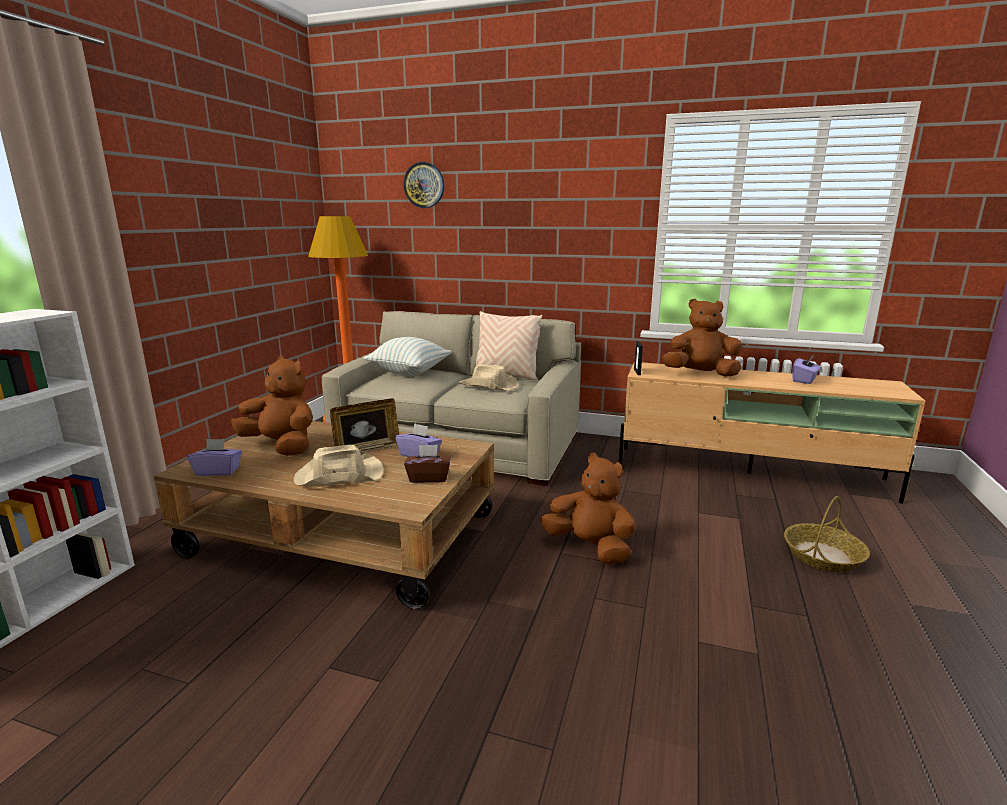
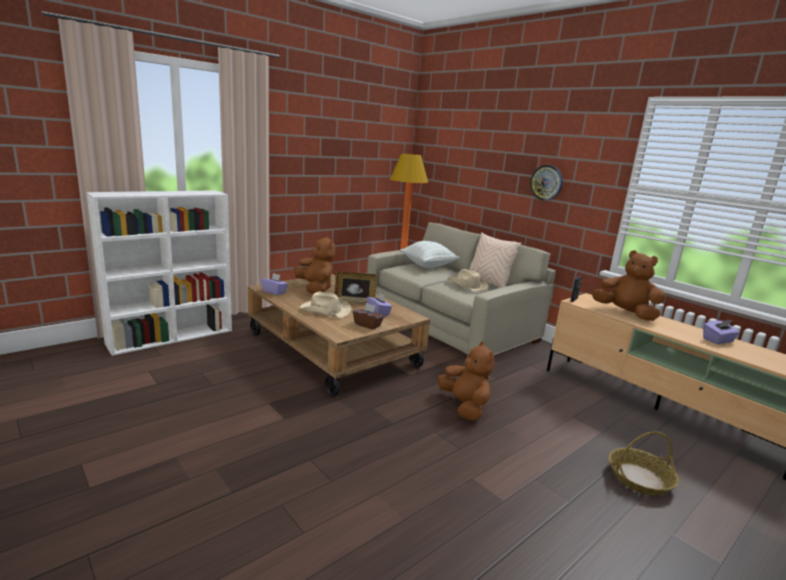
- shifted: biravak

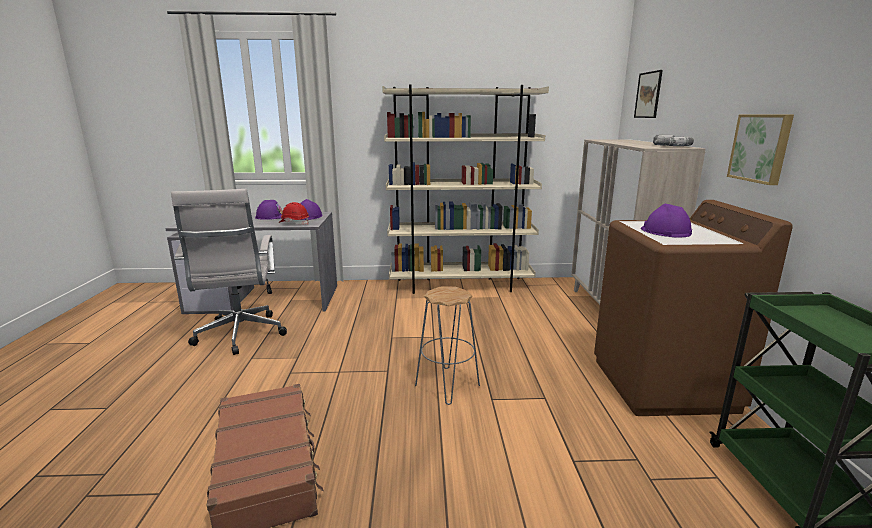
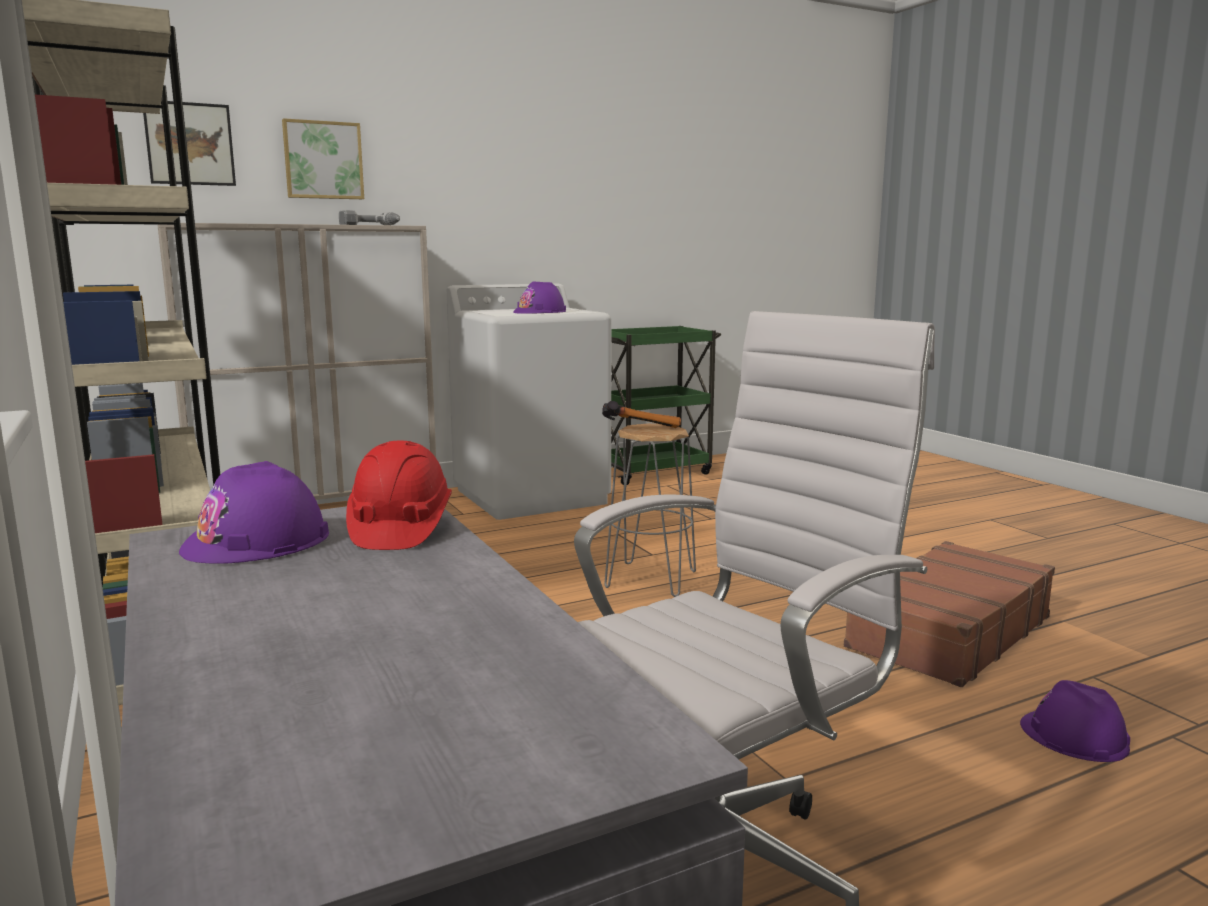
- shifted: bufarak (no. 2 from left)
- repainted: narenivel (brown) to narenivel (white)
- new: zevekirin
- shifted: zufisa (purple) (no. 1 from left in the first image) to zufisa (purple) (no. 3 from left)

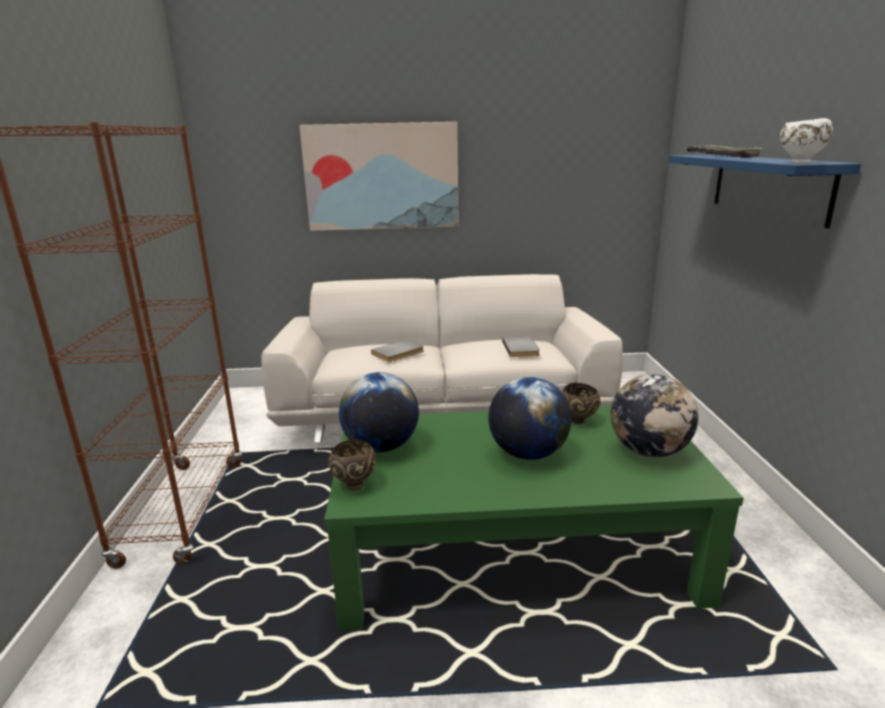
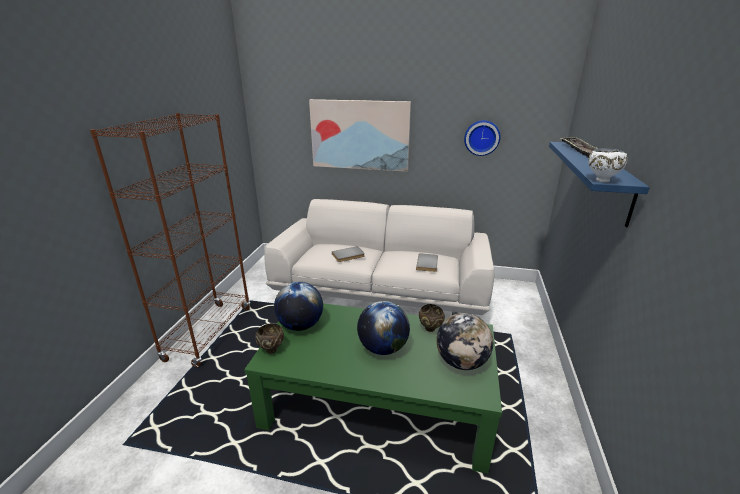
- new: biravak

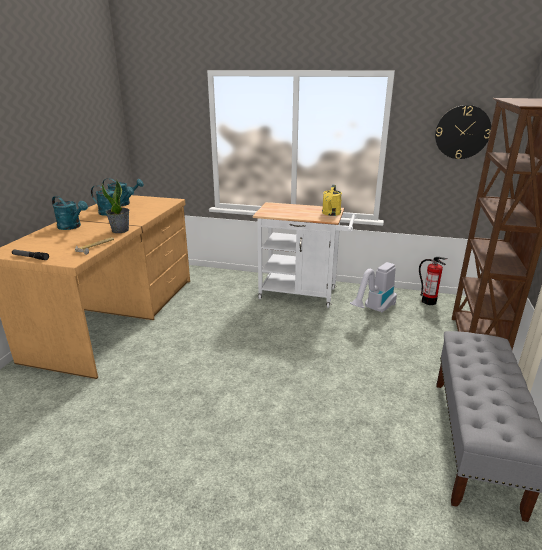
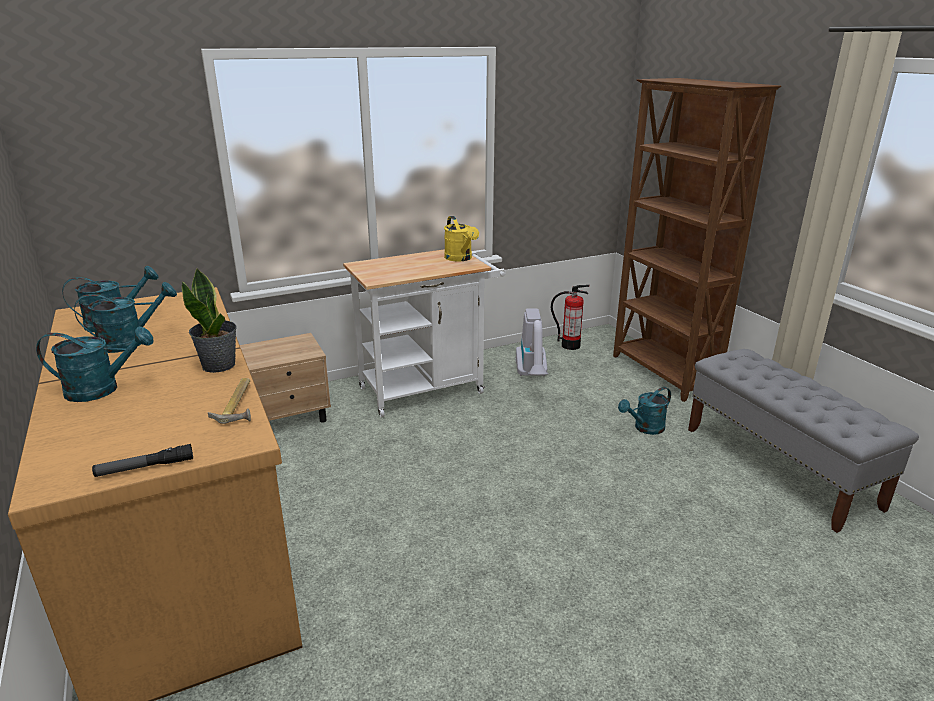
- new: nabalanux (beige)
- new: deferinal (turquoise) (no. 4 from left)
- gone: biravak

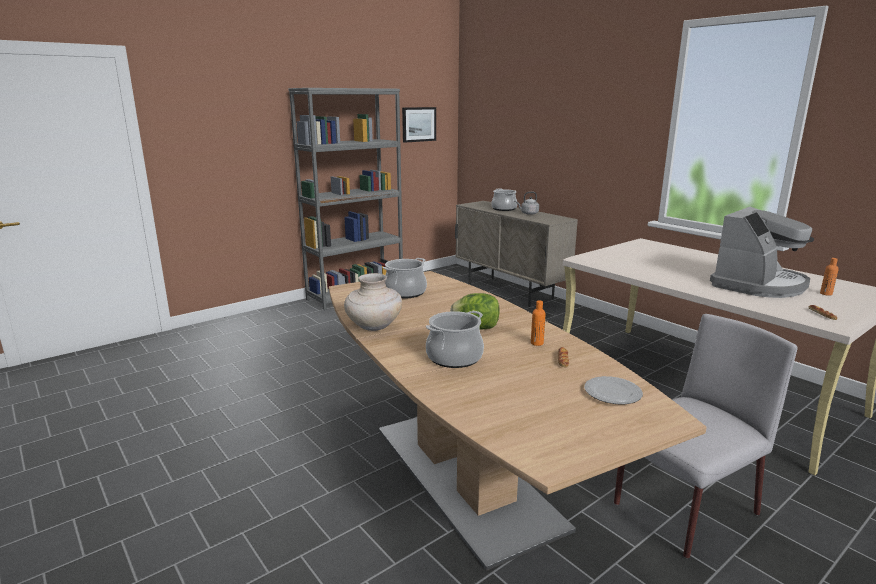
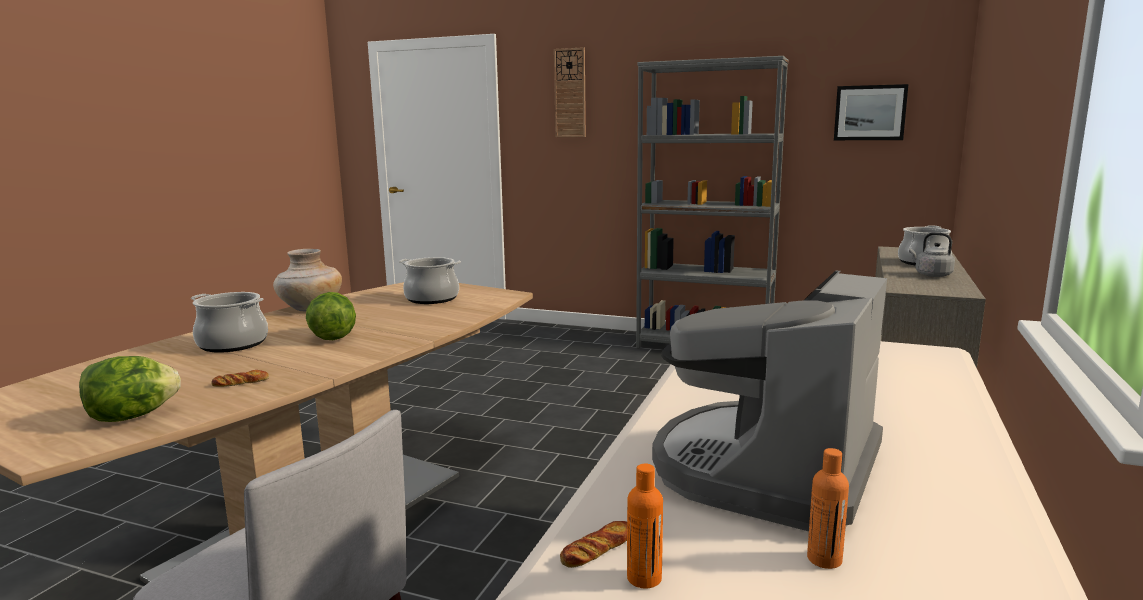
- swapped: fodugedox to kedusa (no. 1 from left)
- new: biravak
- shifted: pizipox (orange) (no. 1 from left)
- rotated: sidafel 105 degrees clockwise

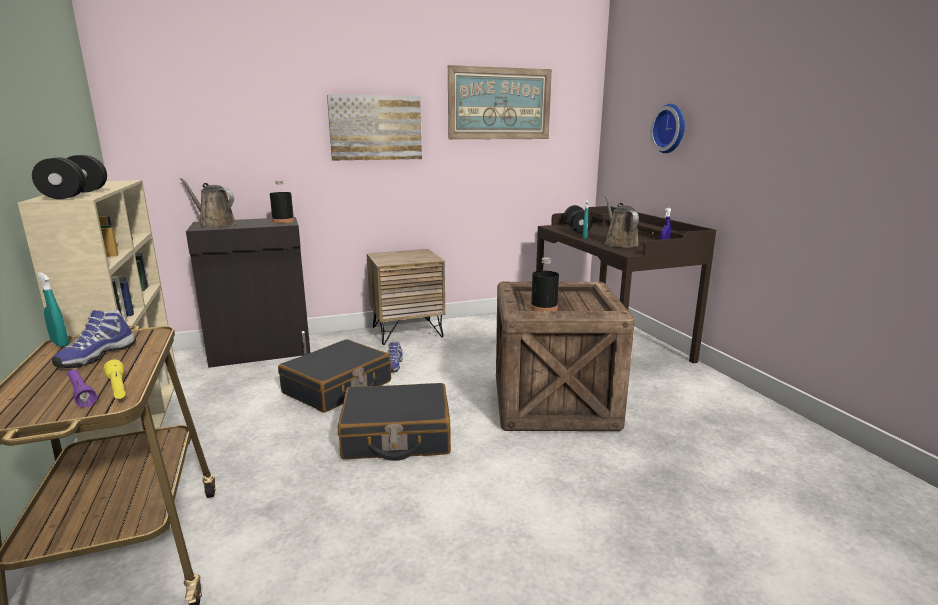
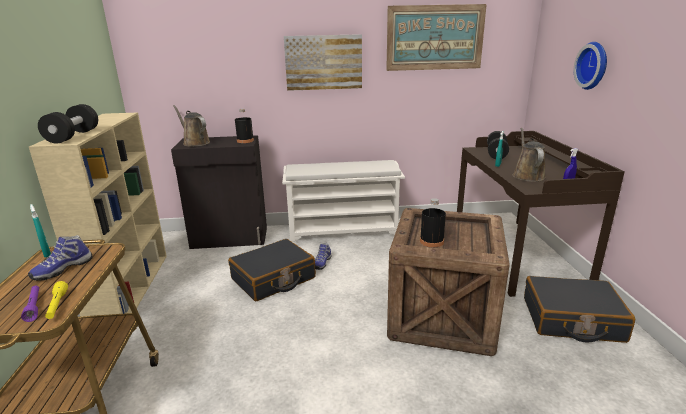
- swapped: nabalanux (brown) to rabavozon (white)
- shifted: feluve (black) (no. 2 from left)

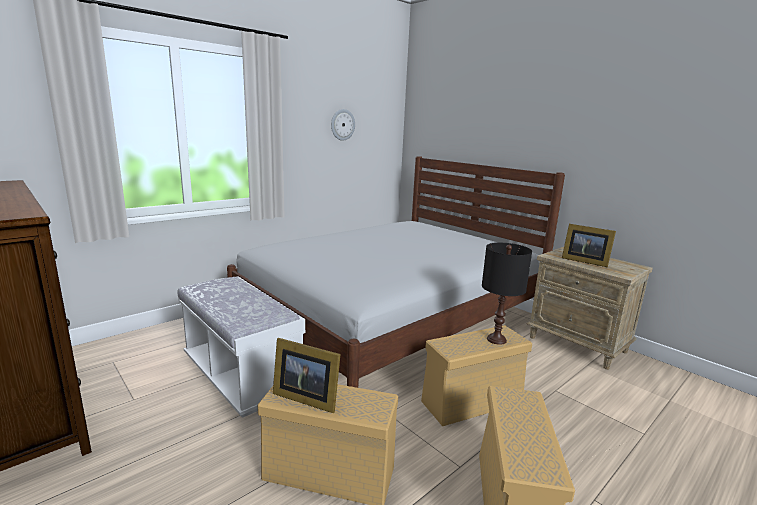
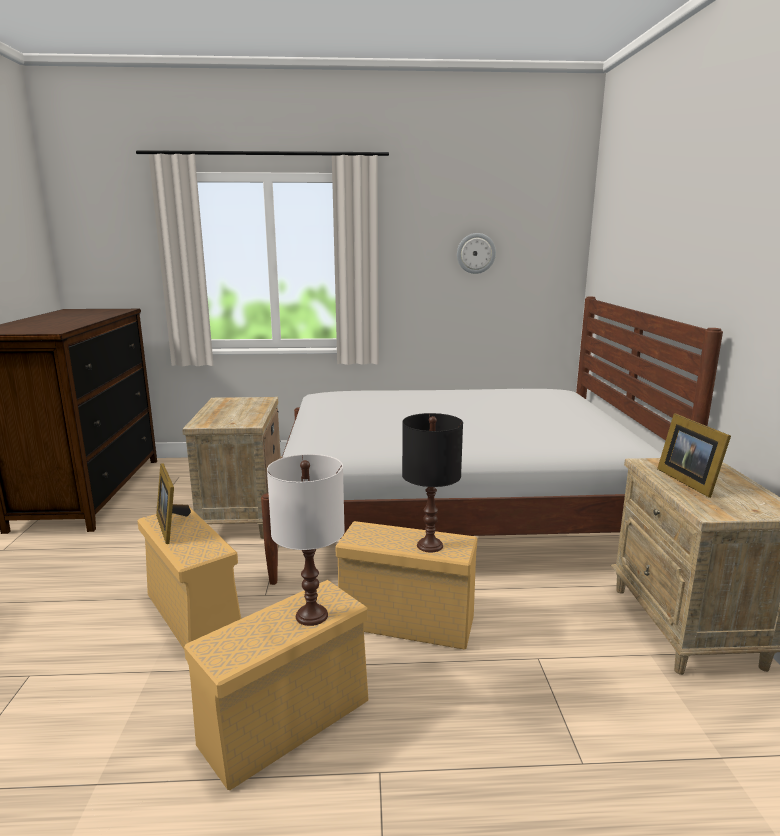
- swapped: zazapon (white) to nabalanux (beige) (no. 1 from left)
- new: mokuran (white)

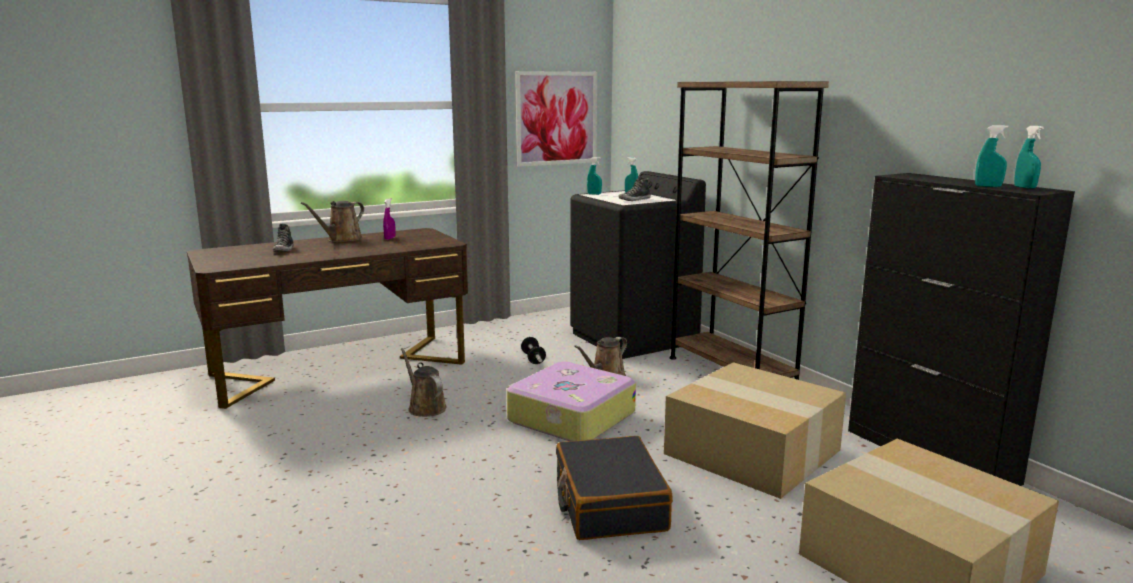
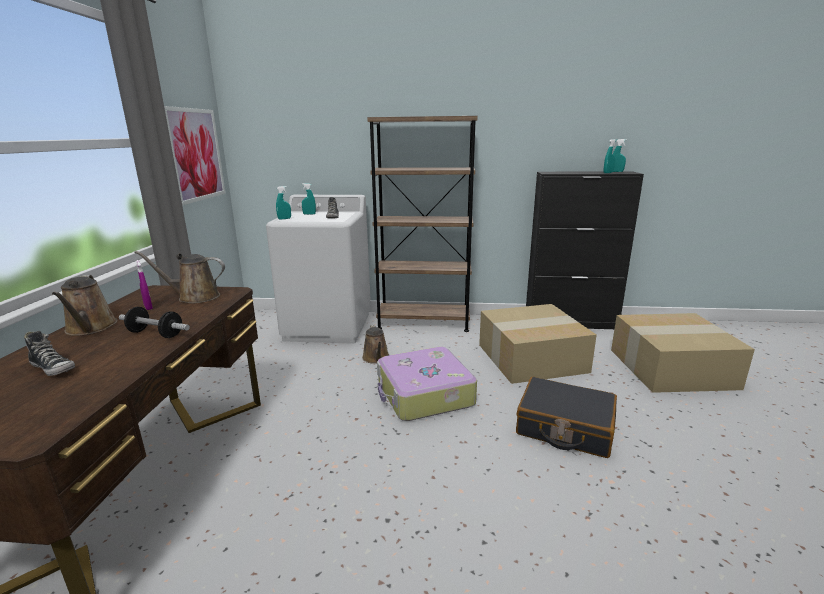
- shifted: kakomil
- shifted: deferinal (brown) (no. 2 from left)
- repainted: narenivel (black) to narenivel (white)

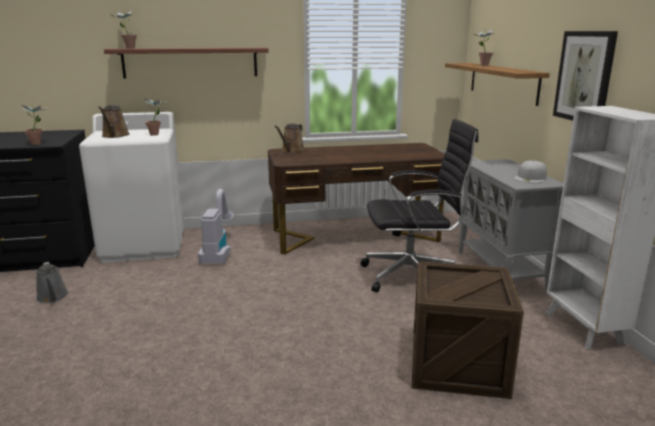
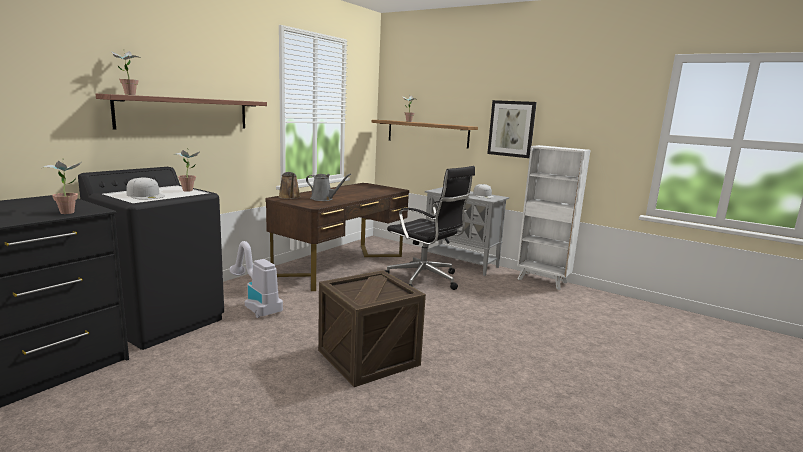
- repainted: narenivel (white) to narenivel (black)
- swapped: deferinal (brown) (no. 1 from left) to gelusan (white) (no. 1 from left)
- shifted: deferinal (grey)
- shifted: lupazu
- rotated: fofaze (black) 90 degrees clockwise

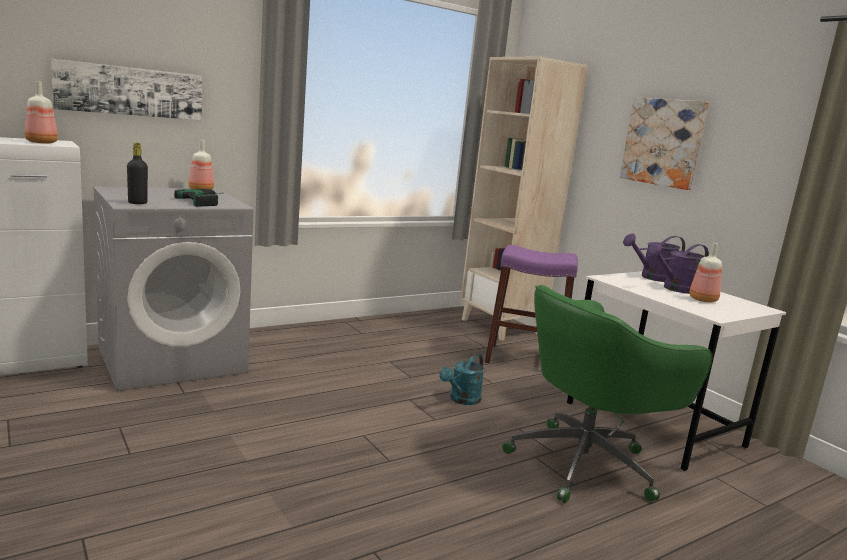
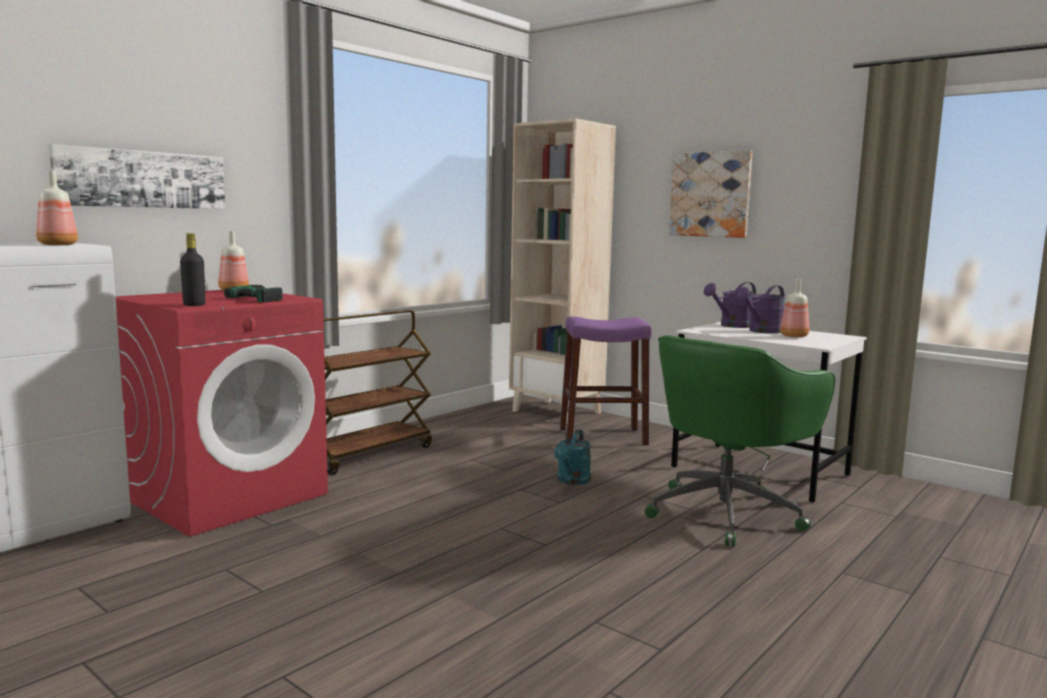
- repainted: narenivel (grey) to narenivel (red)
- new: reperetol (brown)

